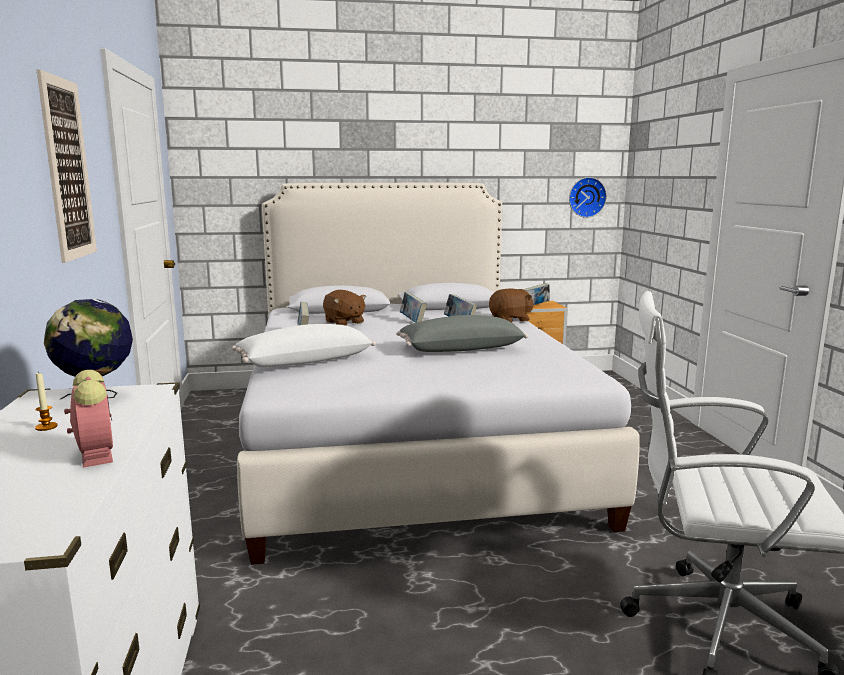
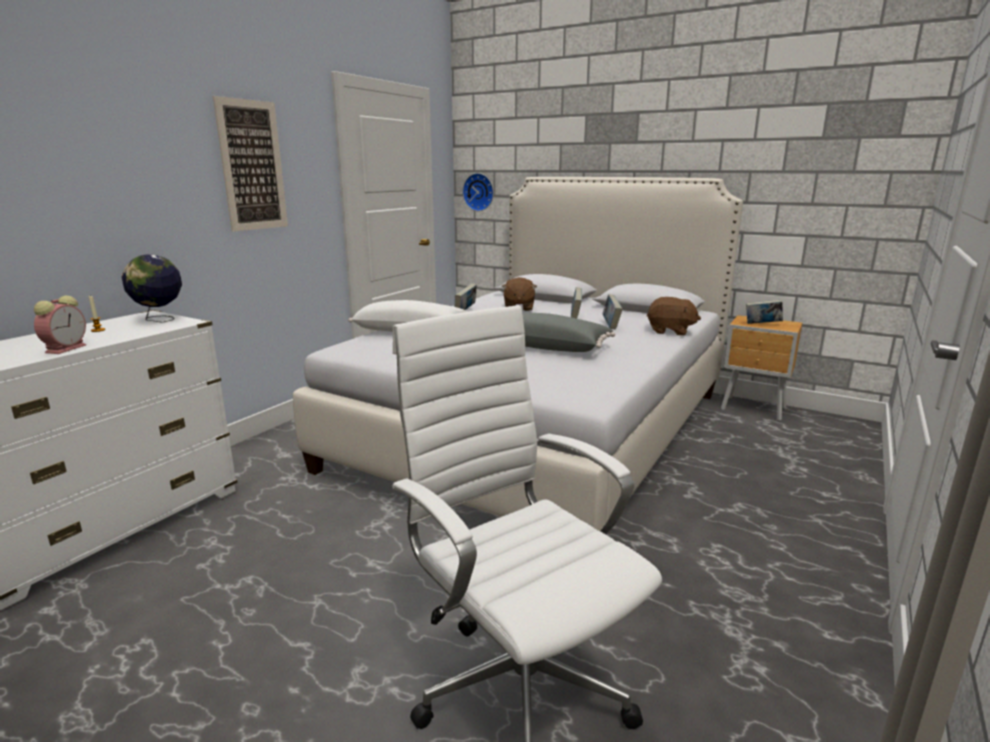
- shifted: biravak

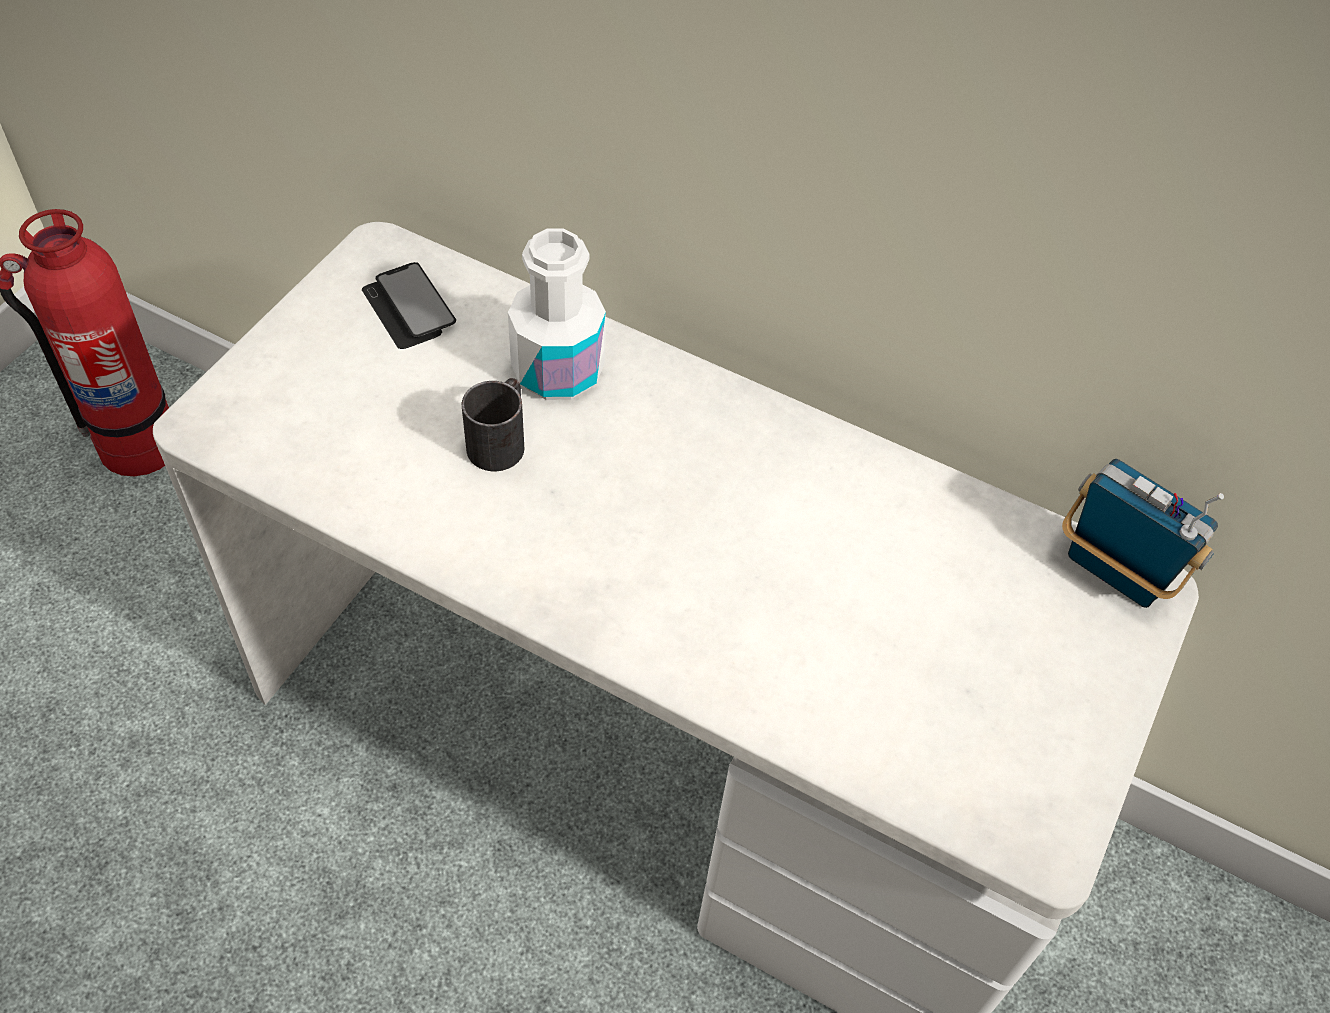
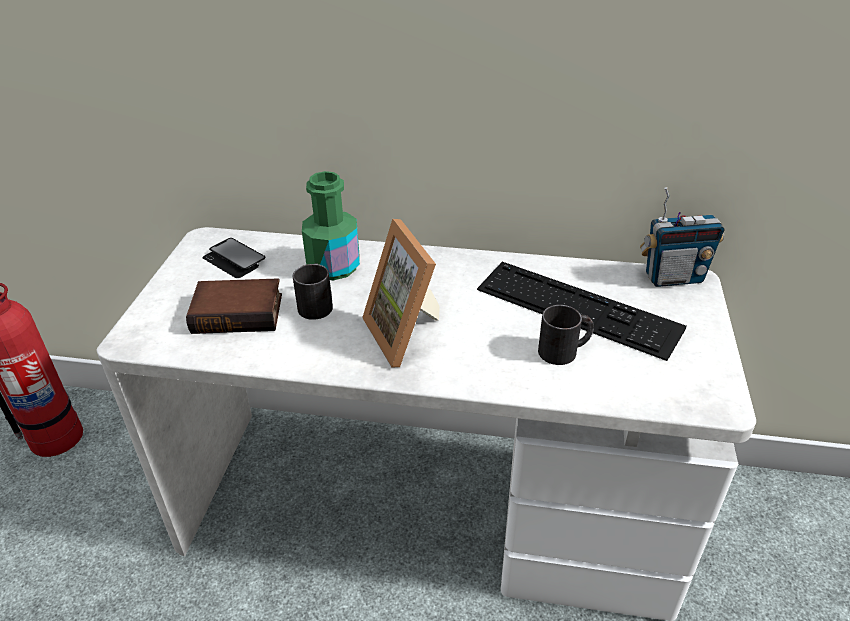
- new: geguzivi
- repainted: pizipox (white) to pizipox (green)
- new: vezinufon
- new: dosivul
- new: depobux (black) (no. 2 from left)
- rotated: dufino 150 degrees clockwise

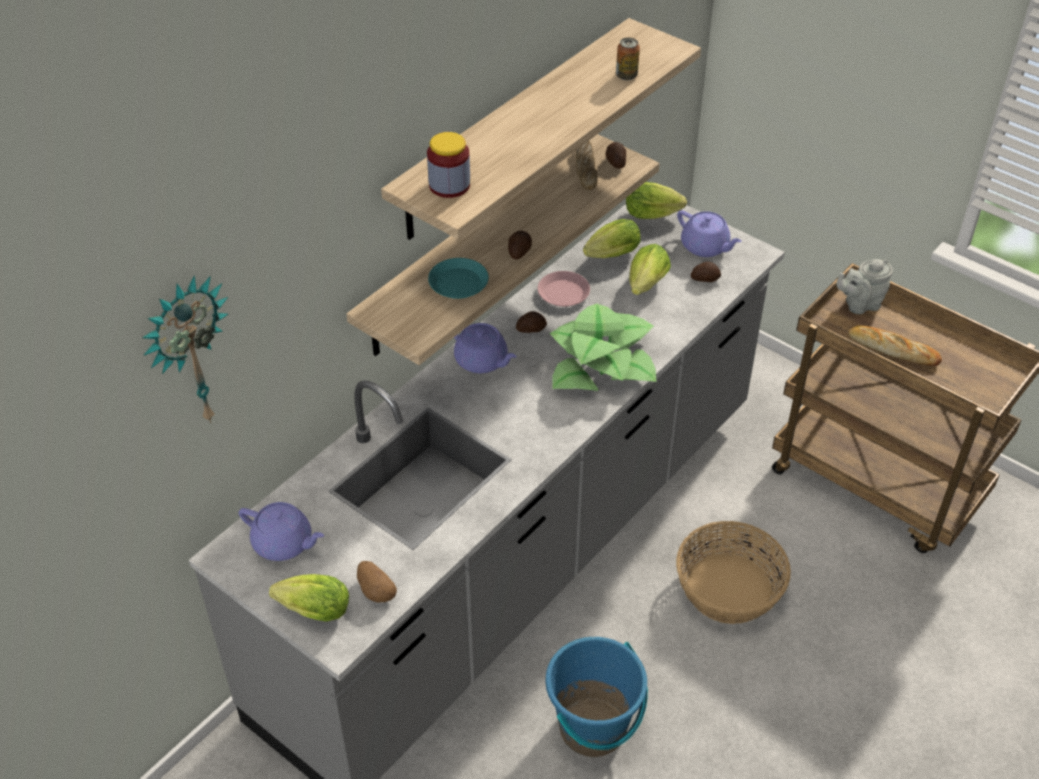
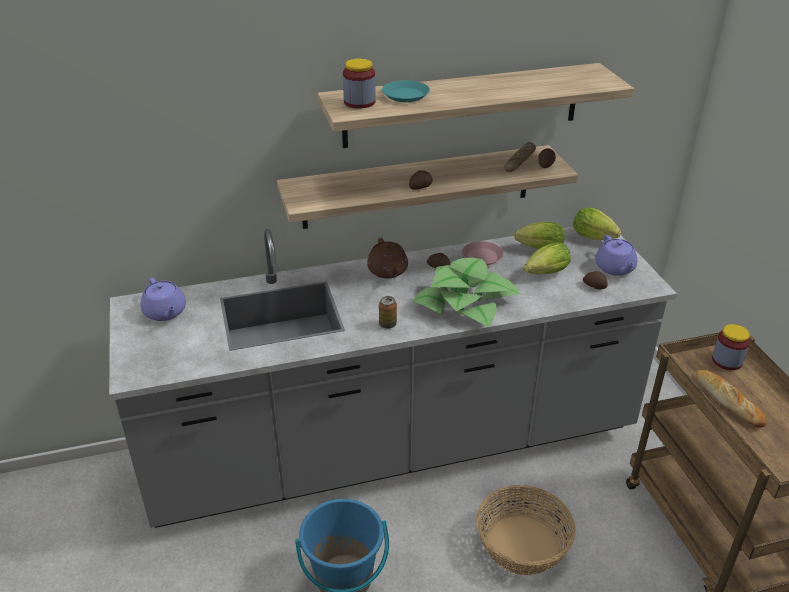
- repainted: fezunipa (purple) (no. 2 from left) to fezunipa (brown)
- shifted: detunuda
- shifted: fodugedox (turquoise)
- swapped: fezunipa (grey) to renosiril (no. 2 from left)
- gone: biravak
- gone: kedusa (no. 1 from left)
- gone: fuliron (no. 1 from left)

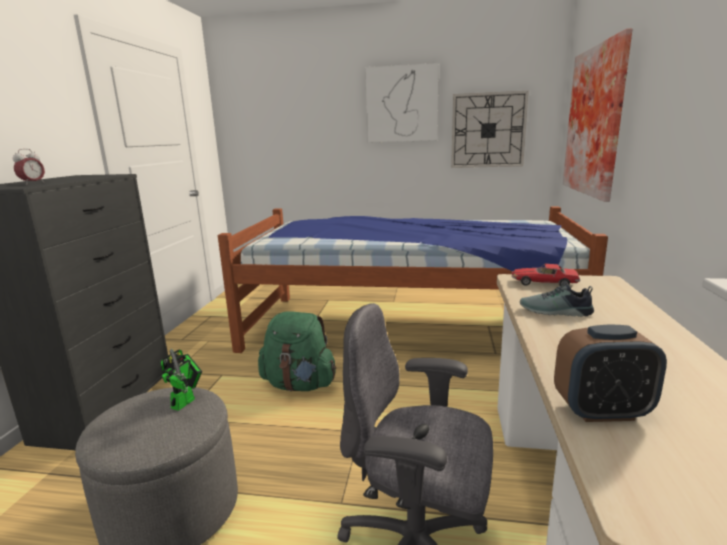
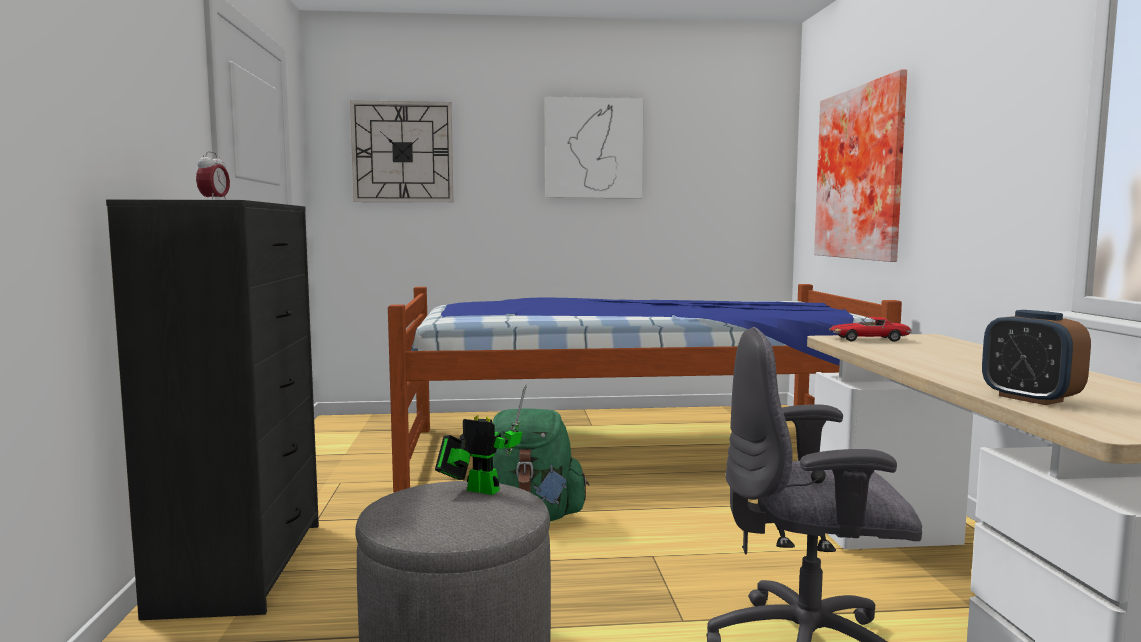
- shifted: biravak
- rotated: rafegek 75 degrees counterclockwise
- rotated: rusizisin (no. 2 from left) 75 degrees clockwise
- gone: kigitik

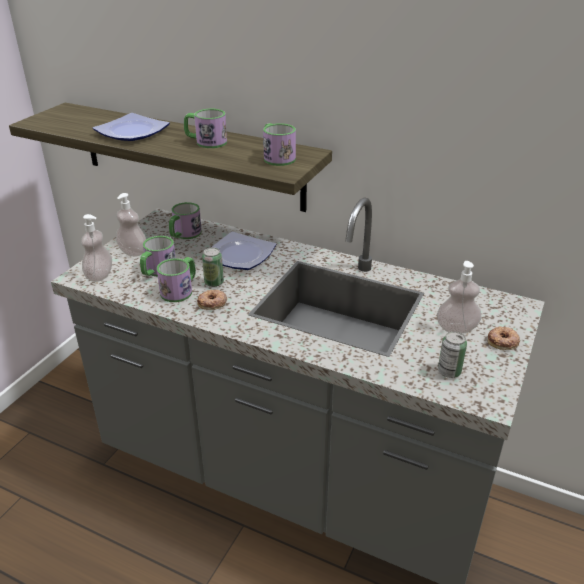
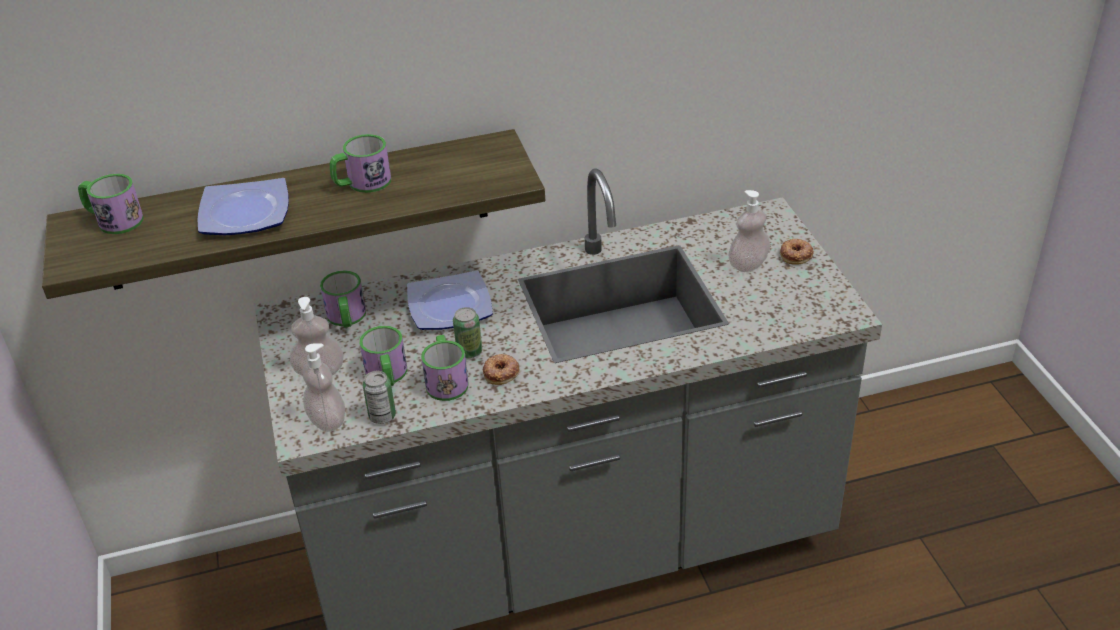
- shifted: depobux (no. 5 from left in the first image) to depobux (no. 1 from left)
- shifted: detunuda (no. 2 from left in the first image) to detunuda (no. 1 from left)

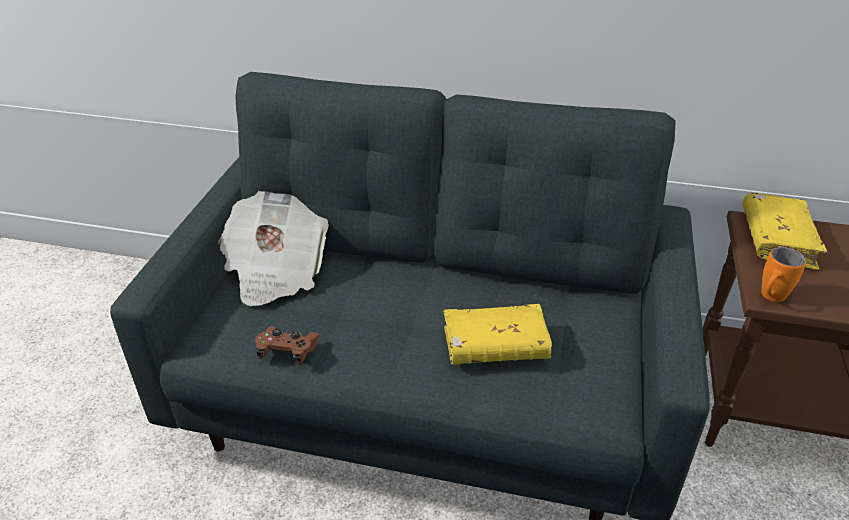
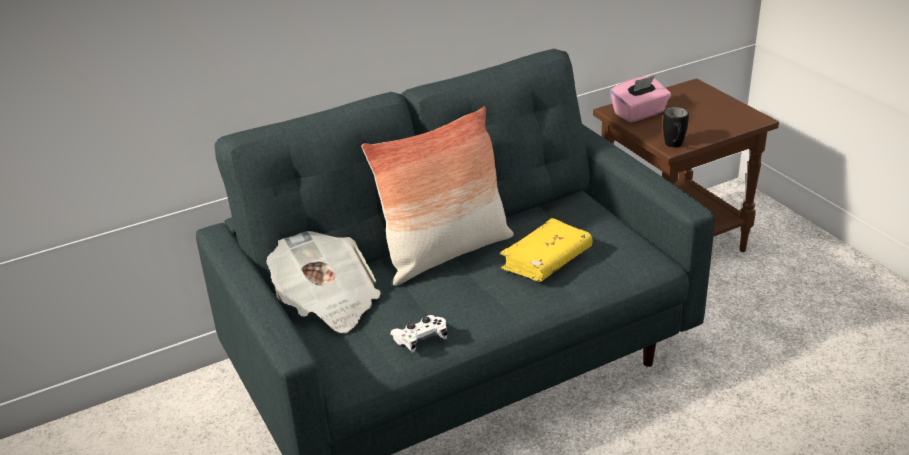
- new: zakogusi
- repainted: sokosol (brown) to sokosol (white)
- swapped: geguzivi (yellow) (no. 2 from left) to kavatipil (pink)
- repainted: depobux (orange) to depobux (black)

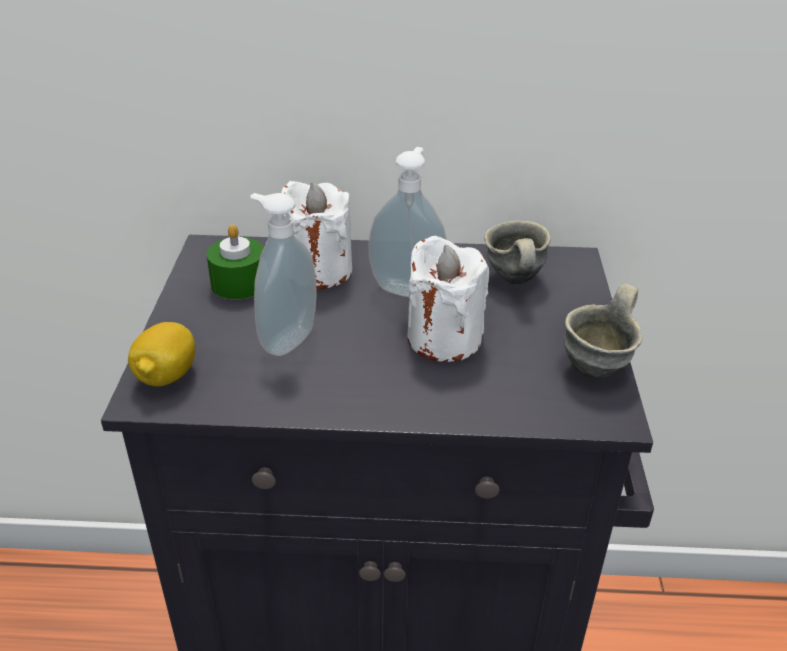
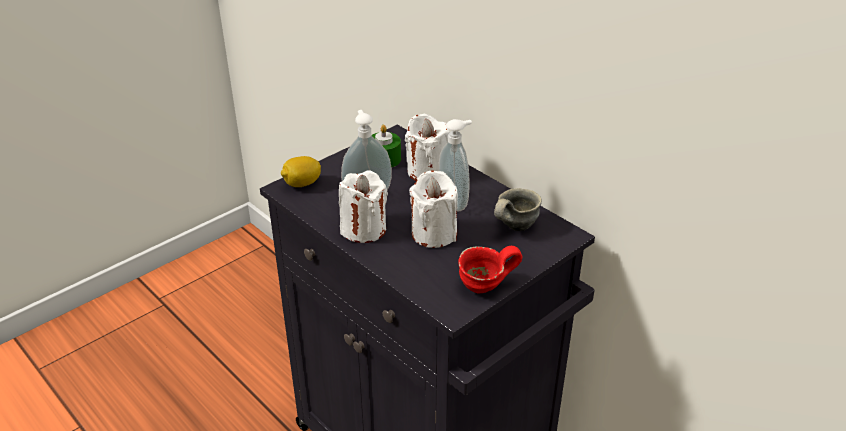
- new: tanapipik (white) (no. 1 from left)
- repainted: depobux (grey) (no. 2 from left) to depobux (red)

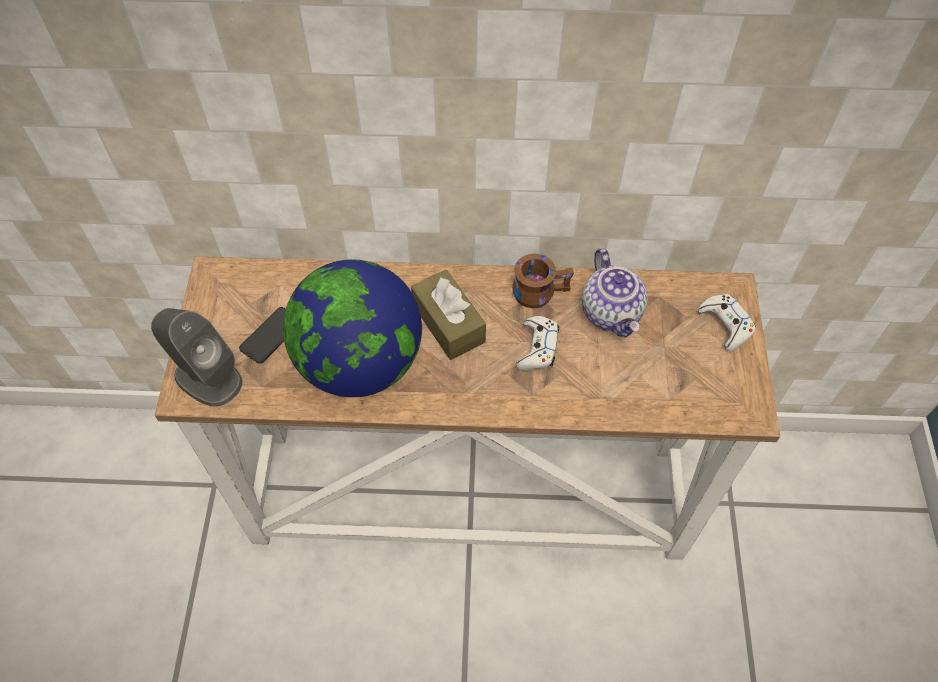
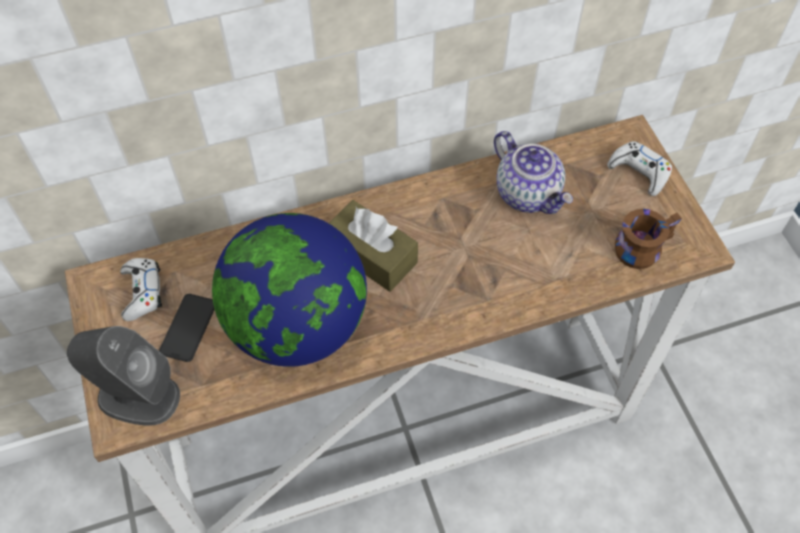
- shifted: sokosol (white) (no. 1 from left)
- shifted: depobux (brown)

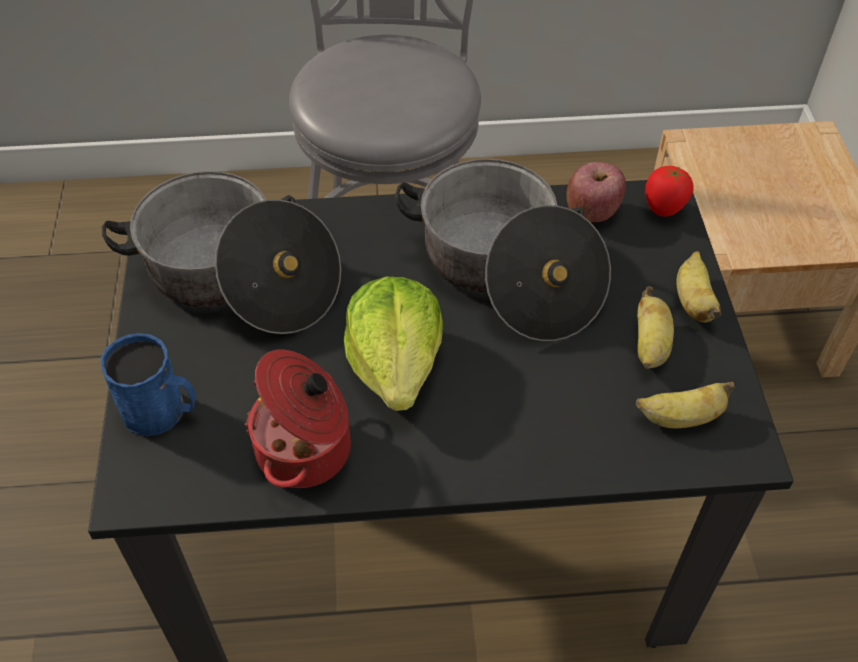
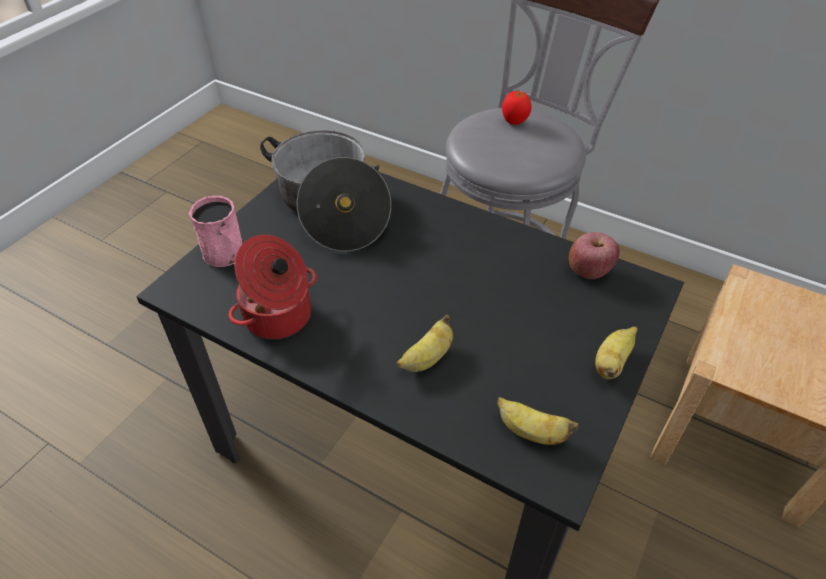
- repainted: depobux (blue) to depobux (pink)
- shifted: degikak (no. 1 from left)
- shifted: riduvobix
- gone: kedusa
- gone: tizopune (no. 3 from left)

